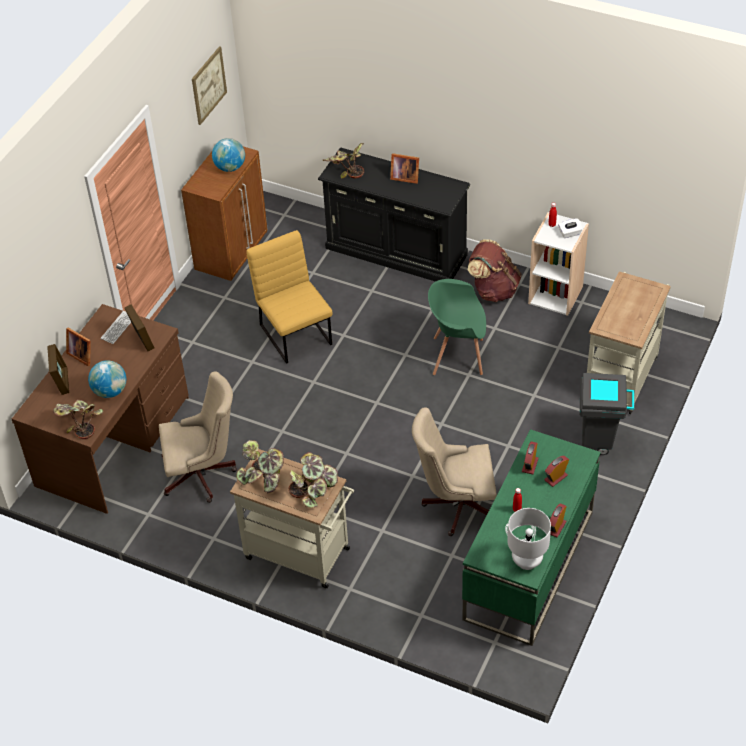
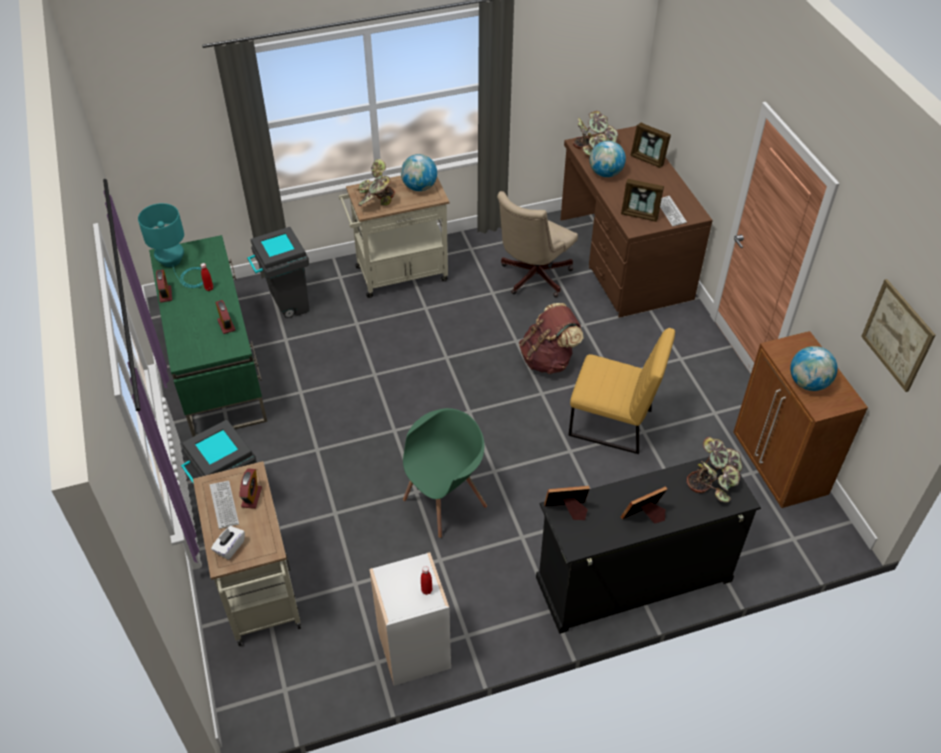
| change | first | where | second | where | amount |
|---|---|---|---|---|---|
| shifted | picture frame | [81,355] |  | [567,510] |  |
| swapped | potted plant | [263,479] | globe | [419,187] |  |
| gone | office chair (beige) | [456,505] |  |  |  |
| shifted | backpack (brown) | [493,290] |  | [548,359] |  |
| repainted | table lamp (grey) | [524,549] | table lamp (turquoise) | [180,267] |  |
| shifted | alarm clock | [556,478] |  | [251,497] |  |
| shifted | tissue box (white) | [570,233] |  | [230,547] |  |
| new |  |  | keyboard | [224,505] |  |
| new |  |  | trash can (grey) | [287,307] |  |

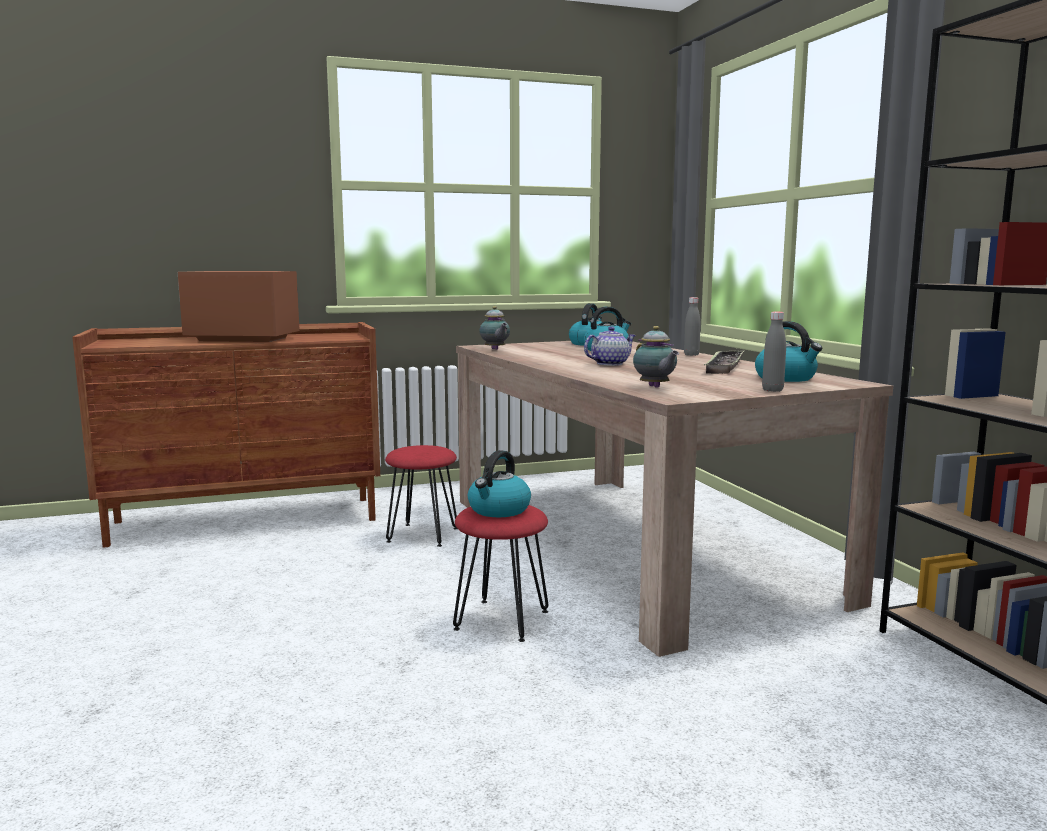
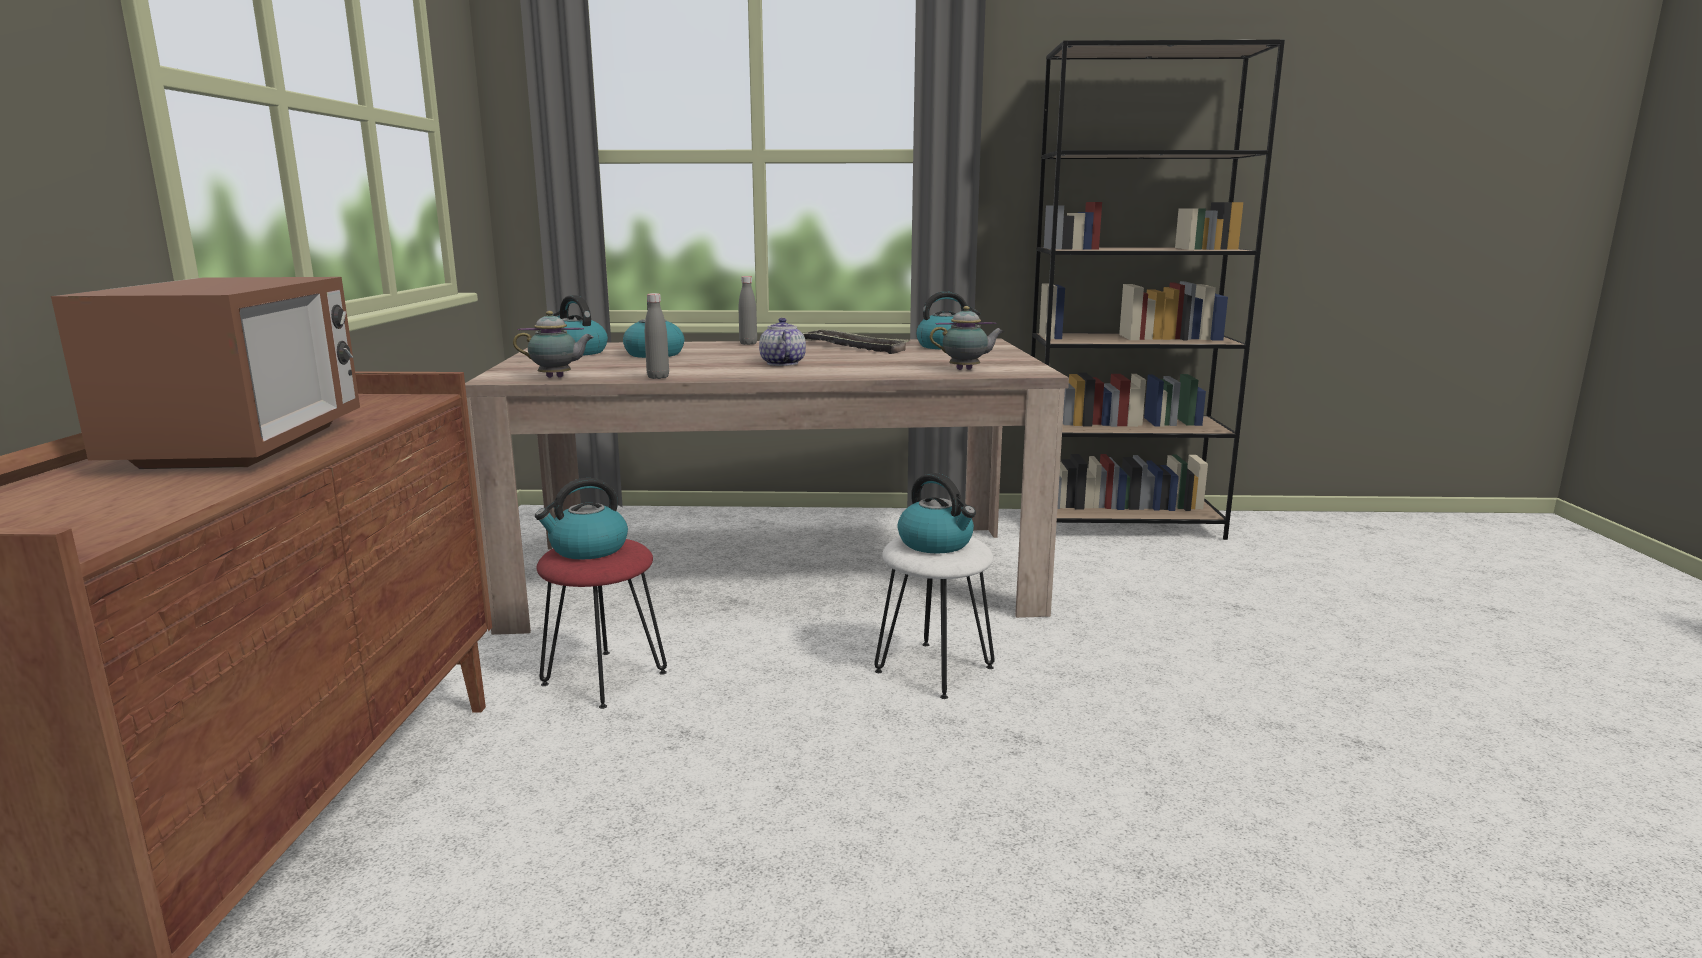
| change | first | where | second | where | amount |
|---|---|---|---|---|---|
| rotated | microwave | [243,339] |  | [244,446] | 150 degrees clockwise |
| repainted | stool (red) | [501,620] | stool (white) | [933,669] |  |
| shifted | bottle (grey) | [772,390] |  | [658,377] |  |
| new |  |  | kettle | [587,549] |  |

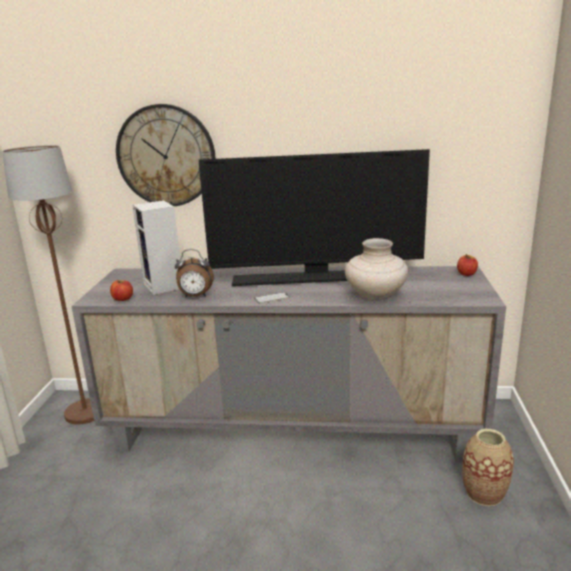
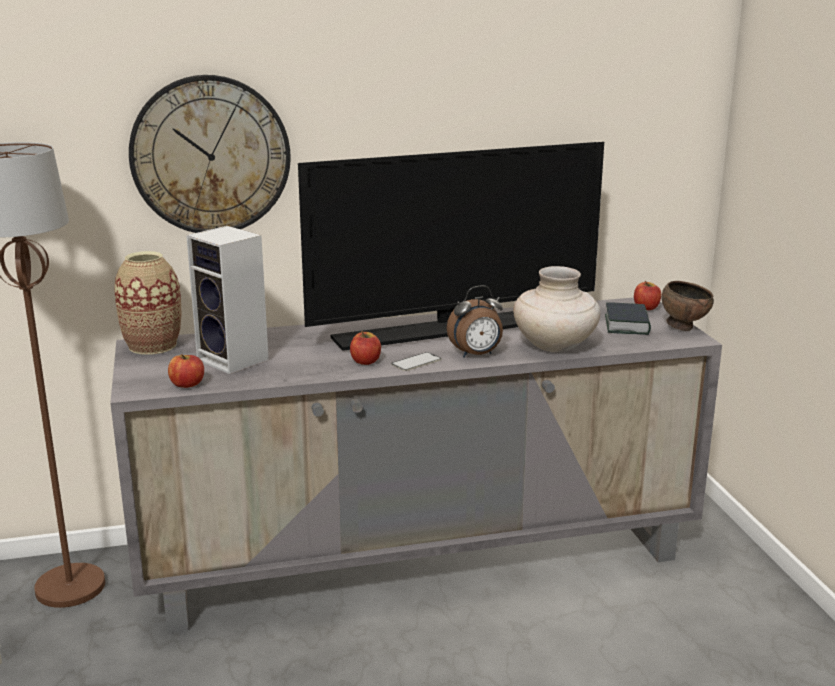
| change | first | where | second | where | amount |
|---|---|---|---|---|---|
| shifted | alarm clock | [195,296] |  | [476,355] |  |
| shifted | vase | [484,493] |  | [152,346] |  |
| new |  |  | apple | [365,361] |  |
| new |  |  | book | [627,325] |  |
| new |  |  | bowl (brown) | [683,327] |  |

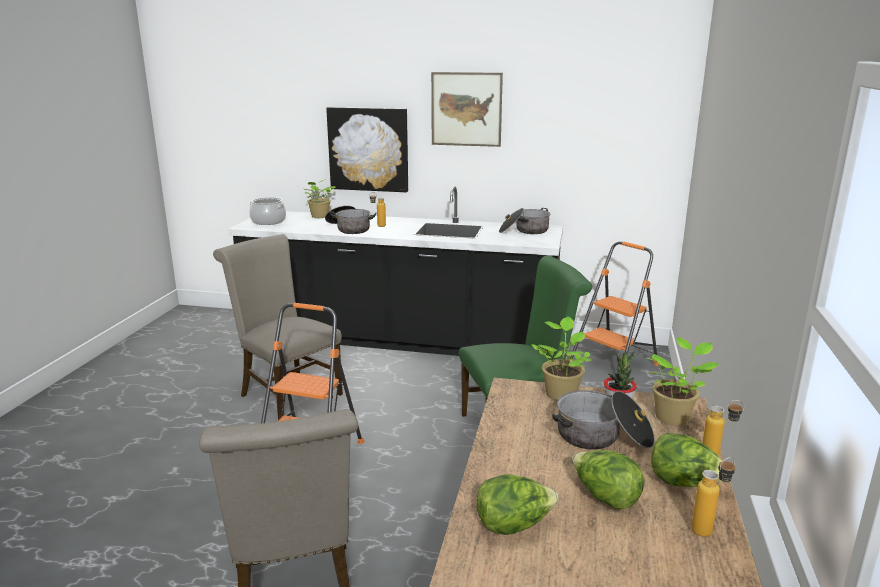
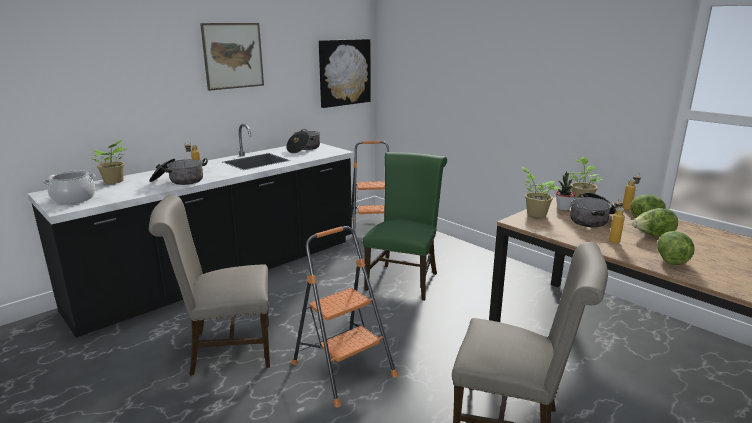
| change | first | where | second | where | amount |
|---|---|---|---|---|---|
| shifted | picture | [368,149] |  | [344,72] |  |
| shifted | bottle | [708,529] |  | [613,240] |  |

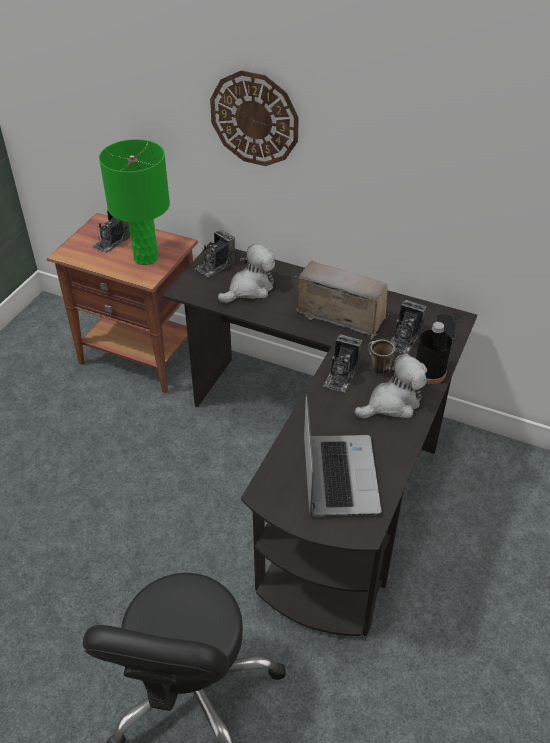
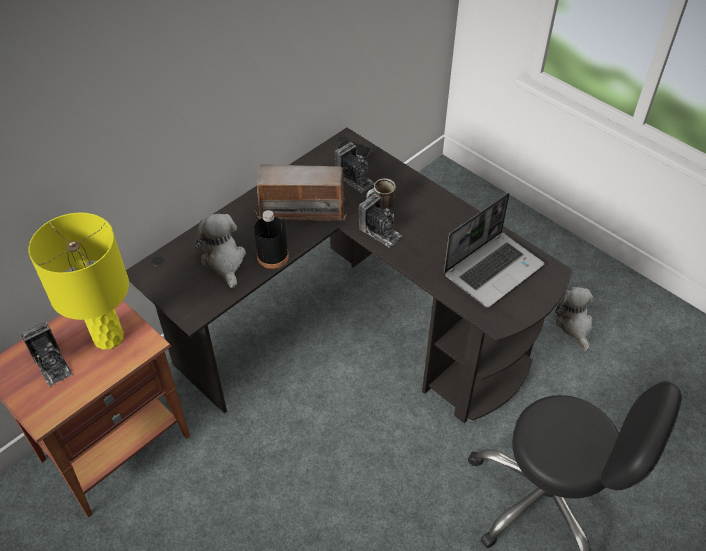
| change | first | where | second | where | amount |
|---|---|---|---|---|---|
| repainted | table lamp (green) | [146,258] | table lamp (yellow) | [109,337] |  |
| gone | photo camera | [215,265] |  |  |  |
| gone | wall clock | [254,119] |  |  |  |
| rotated | radio | [339,316] |  | [303,209] | 135 degrees counterclockwise |
| rotated | laptop | [338,475] |  | [493,269] | 120 degrees clockwise |
| shifted | plush toy | [392,403] |  | [574,325] |  |
| shifted | bottle (black) | [429,372] |  | [272,256] |  |

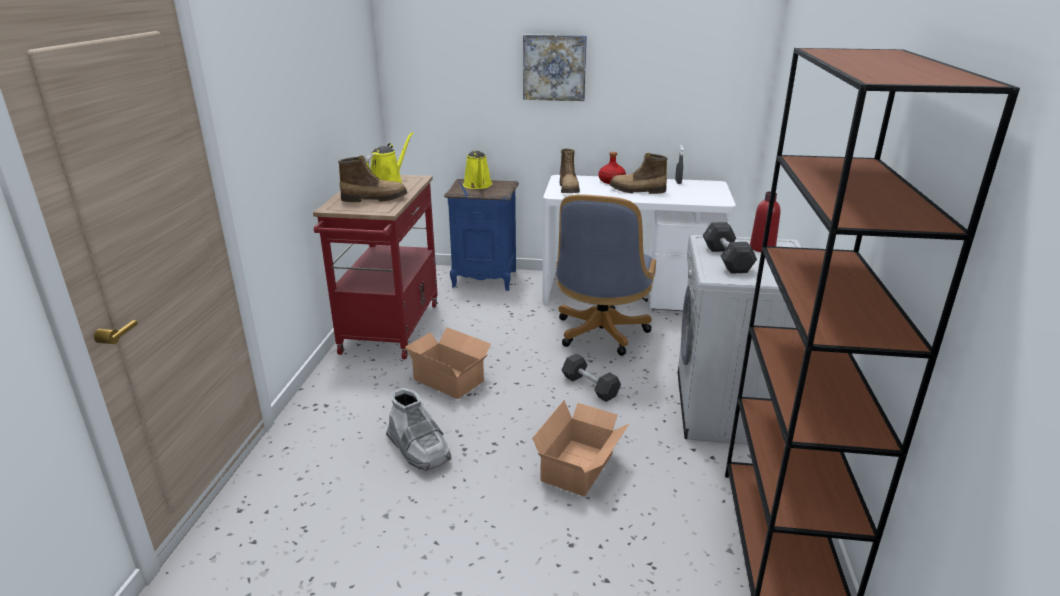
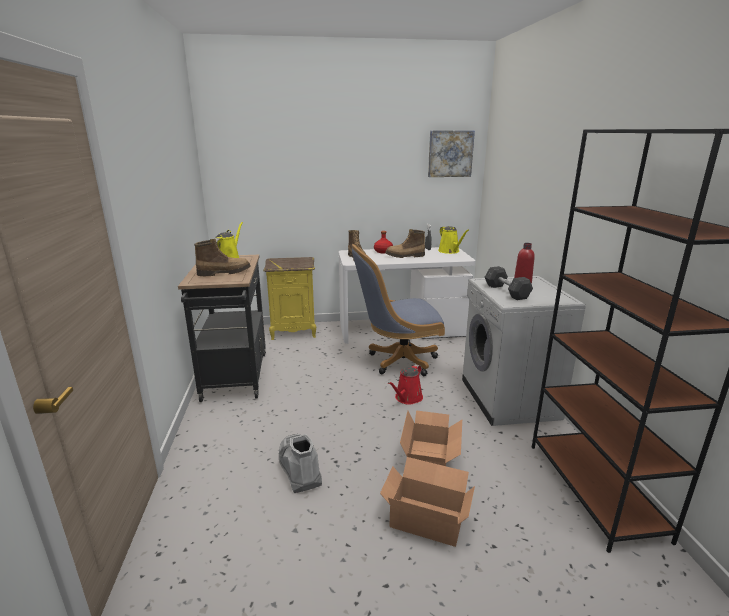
| change | first | where | second | where | amount |
|---|---|---|---|---|---|
| repainted | cart (red) | [389,330] | cart (black) | [235,378] |  |
| rotated | boot (grey) | [419,449] |  | [299,468] | 150 degrees counterclockwise |
| shifted | cardboard box | [449,378] |  | [426,517] |  |
| repainted | nightstand (blue) | [485,279] | nightstand (yellow) | [294,331] |  |
| shifted | watering can (yellow) | [478,185] |  | [450,251] |  |
| shifted | picture | [554,67] |  | [450,154] |  |
| rotated | office chair (blue) | [600,337] |  | [396,362] | 75 degrees clockwise |
| swapped | dumbbell (grey) | [590,386] | watering can (red) | [407,398] |  |

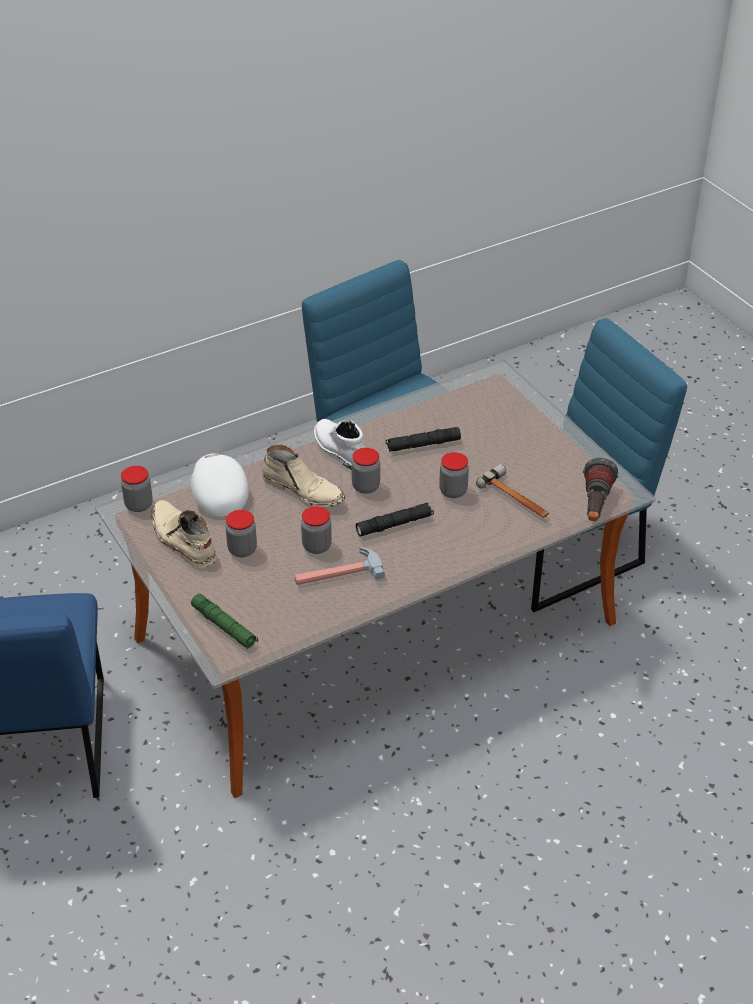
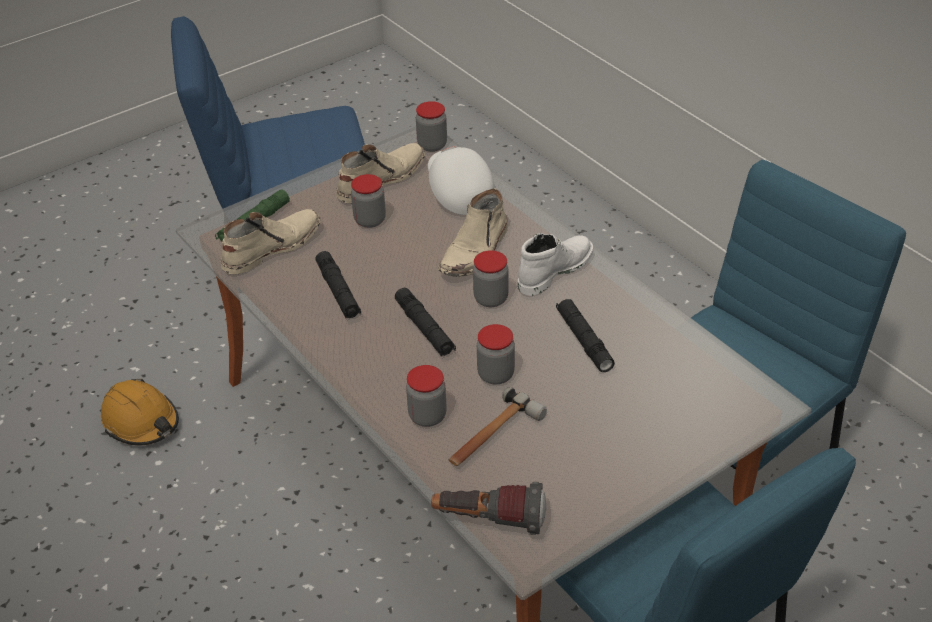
| change | first | where | second | where | amount |
|---|---|---|---|---|---|
| rotated | cap (white) | [218,494] |  | [458,192] | 90 degrees counterclockwise |
| swapped | hammer | [337,572] | flashlight (black) | [338,291] |  |
| shifted | jar | [317,546] |  | [427,416] |  |
| new |  |  | hard hat (orange) | [141,422] |  |
| new |  |  | boot (beige) | [271,248] |  |

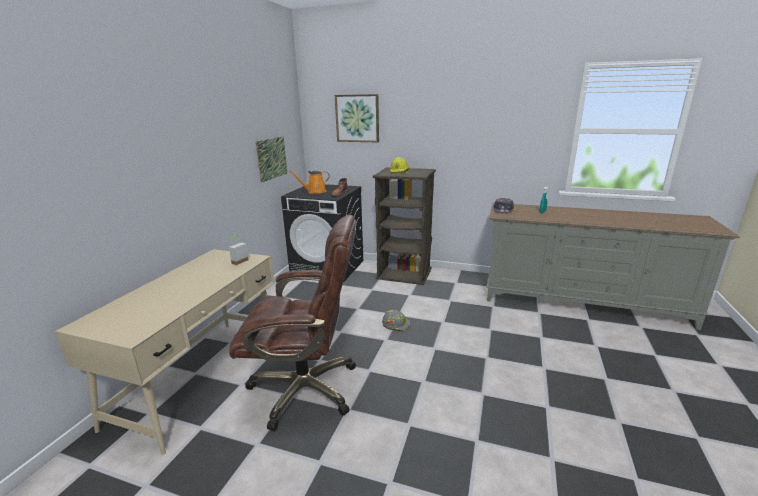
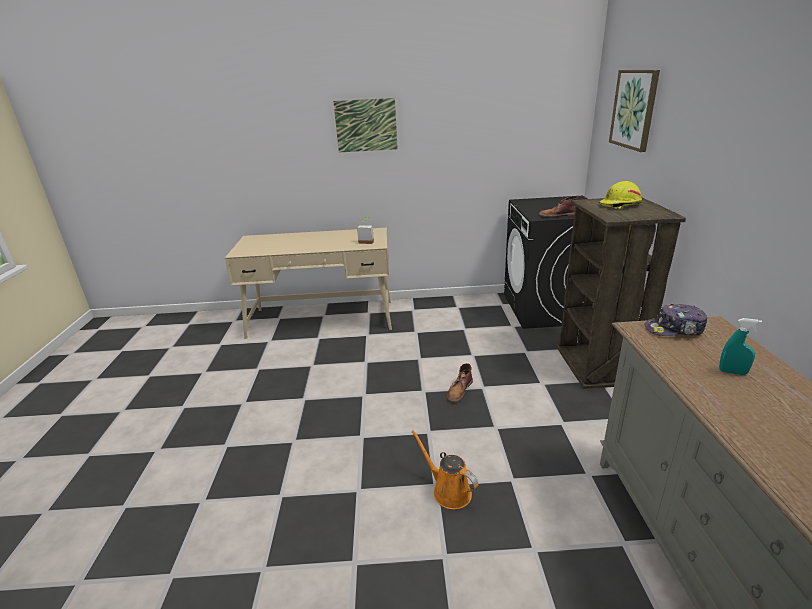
| change | first | where | second | where | amount |
|---|---|---|---|---|---|
| gone | office chair (brown) | [304,388] |  |  |  |
| shifted | picture | [272,158] |  | [366,125] |  |
| shifted | watering can (orange) | [315,192] |  | [448,491] |  |
| swapped | hard hat (grey) | [396,324] | boot (brown) | [459,390] |  |

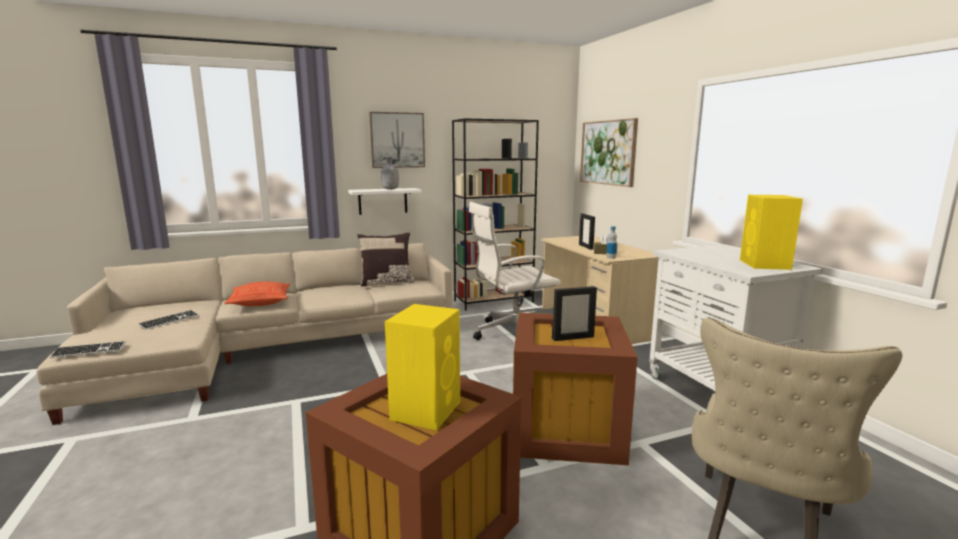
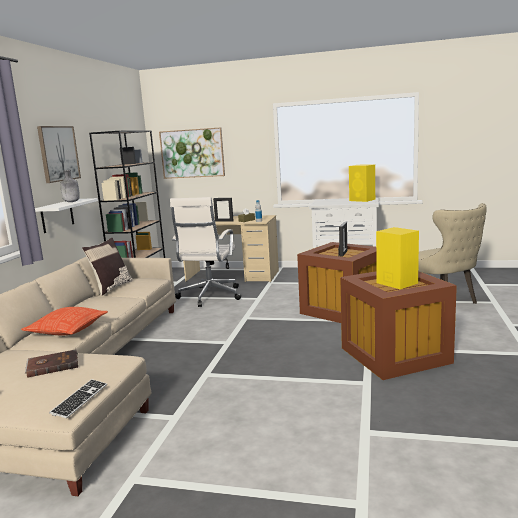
| change | first | where | second | where | amount |
|---|---|---|---|---|---|
| swapped | keyboard | [169,321] | book (brown) | [52,365] |  |

